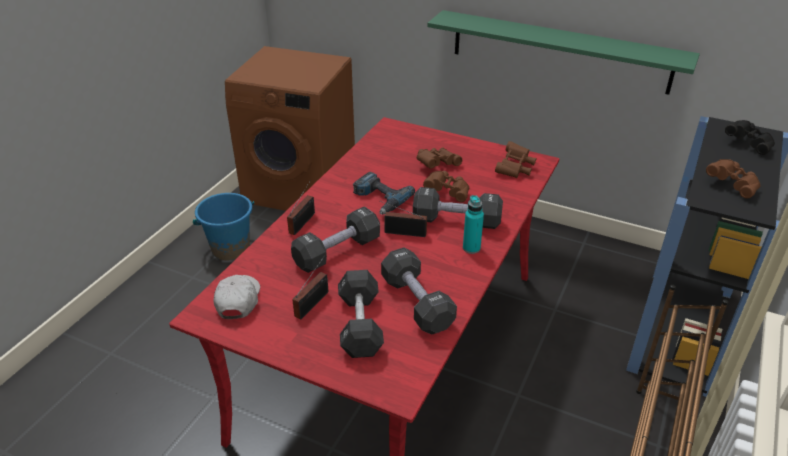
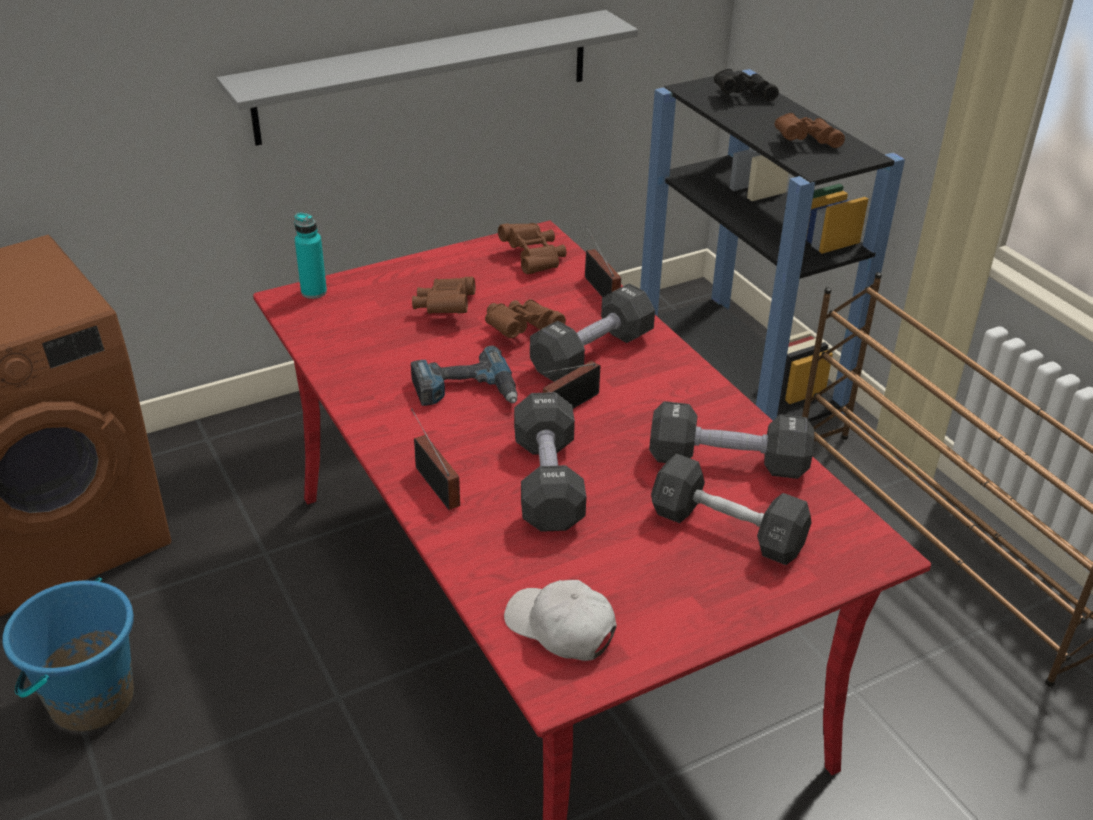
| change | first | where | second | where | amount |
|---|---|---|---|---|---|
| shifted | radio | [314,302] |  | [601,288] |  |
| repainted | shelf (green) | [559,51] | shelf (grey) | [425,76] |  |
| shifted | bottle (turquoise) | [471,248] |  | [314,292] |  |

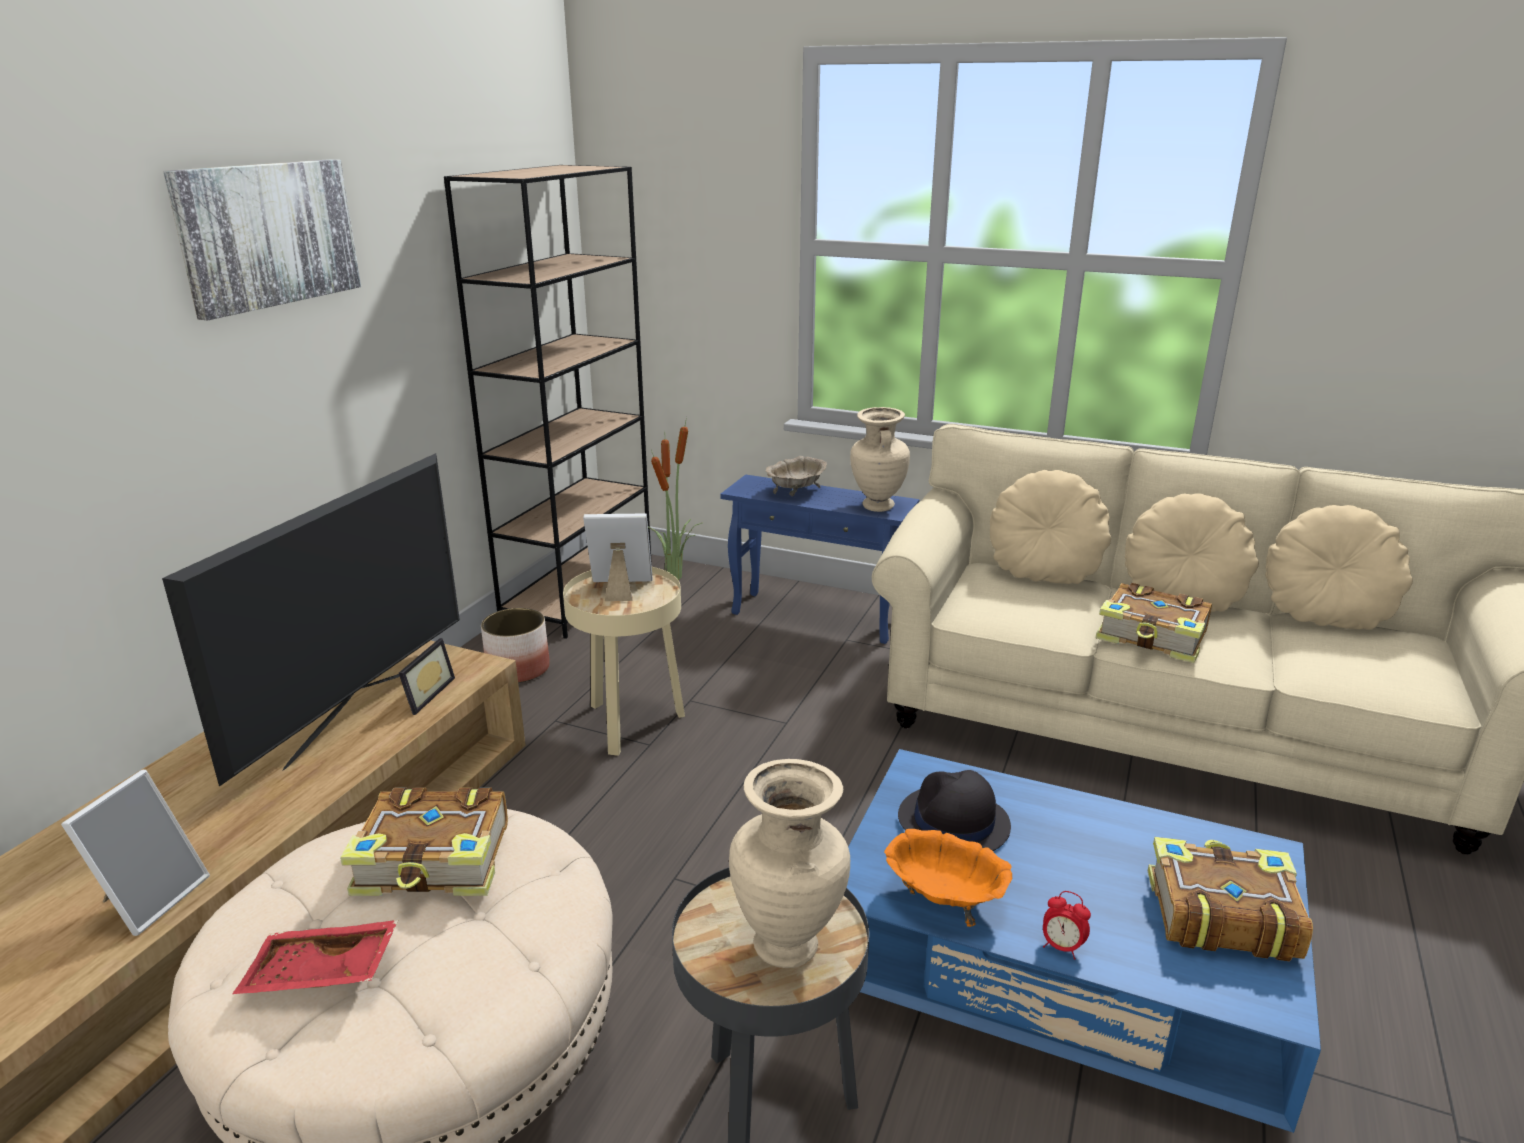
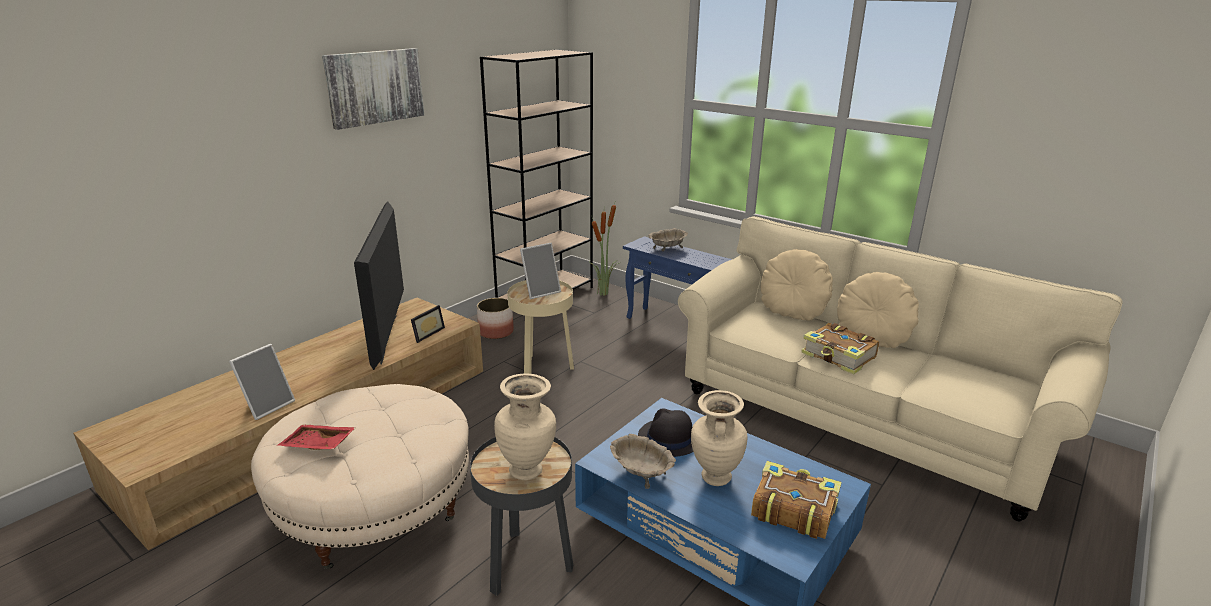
| change | first | where | second | where | amount |
|---|---|---|---|---|---|
| rotated | television | [358,713] |  | [391,338] | 135 degrees clockwise |
| gone | book | [435,861] |  |  |  |
| rotated | picture frame | [620,589] |  | [540,291] | 135 degrees clockwise |
| shifted | vase (beige) | [877,506] |  | [714,477] |  |
| repainted | bowl (orange) | [943,899] | bowl (beige) | [641,473] |  |
| gone | alarm clock | [1061,947] |  |  |  |
| gone | pillow (beige) | [1324,619] |  |  |  |

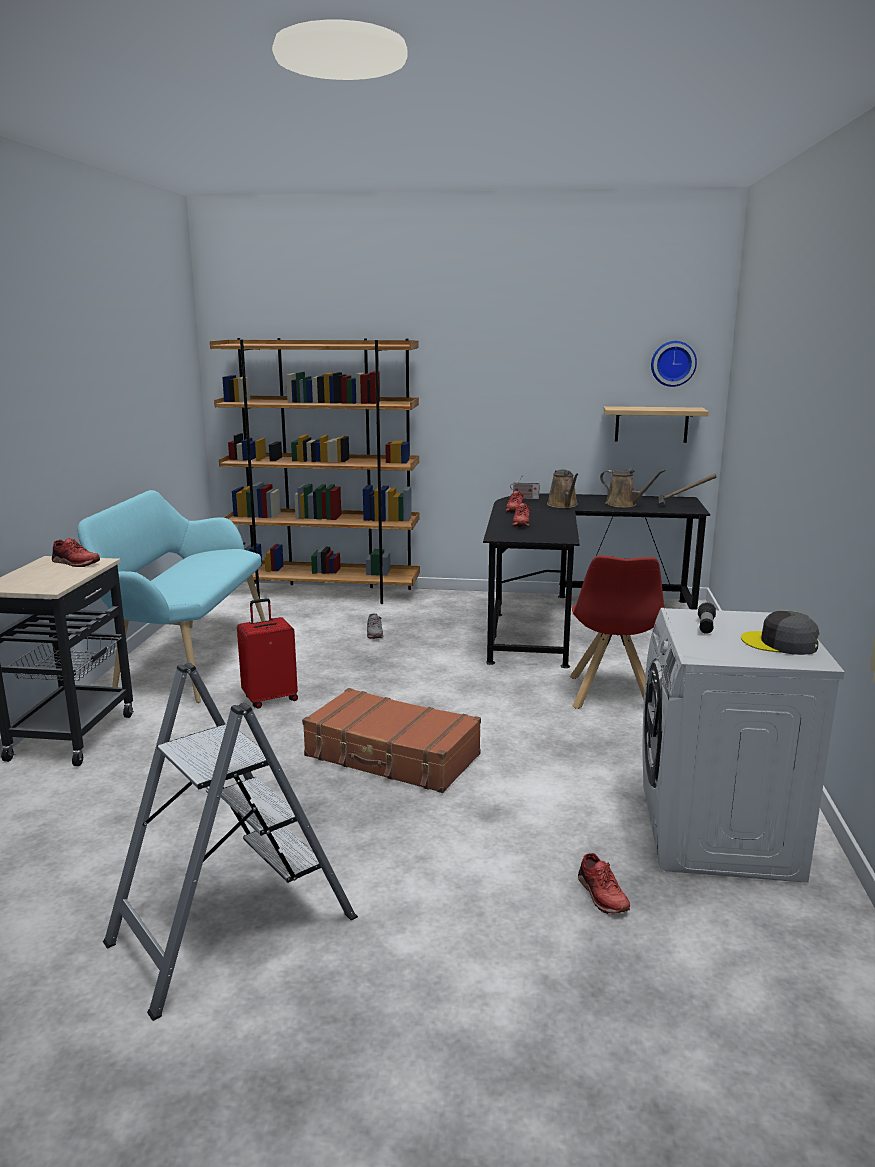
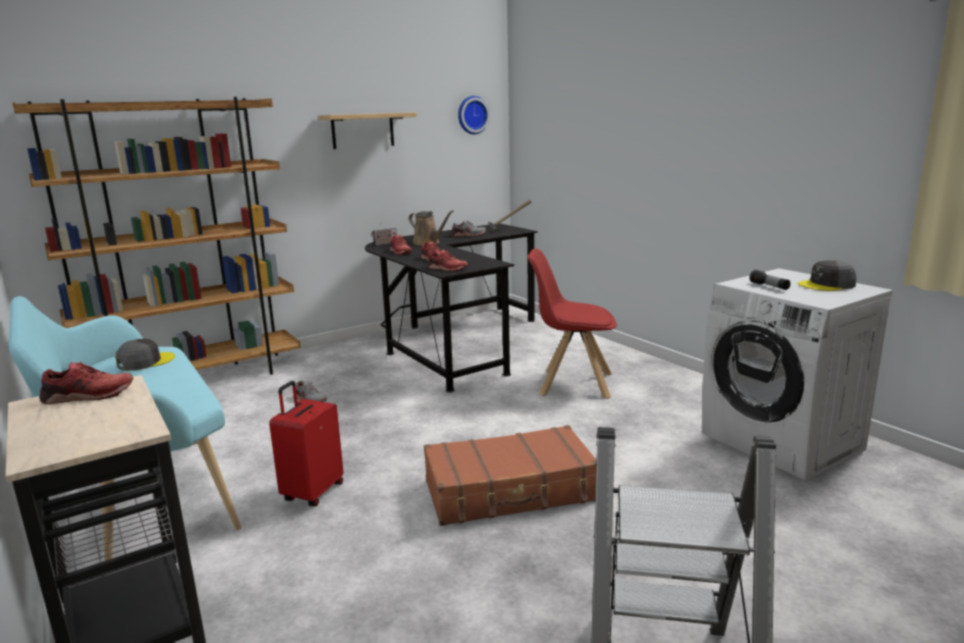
| change | first | where | second | where | amount |
|---|---|---|---|---|---|
| rotated | chair (red) | [611,696] |  | [571,384] | 135 degrees clockwise |
| shifted | shoe (red) | [601,894] |  | [447,268] |  |
| swapped | watering can (brown) | [624,504] | shoe (grey) | [468,235] |  |
| shifted | shelf | [651,424] |  | [363,130] |  |
| new |  |  | cap (grey) | [145,362] |  |

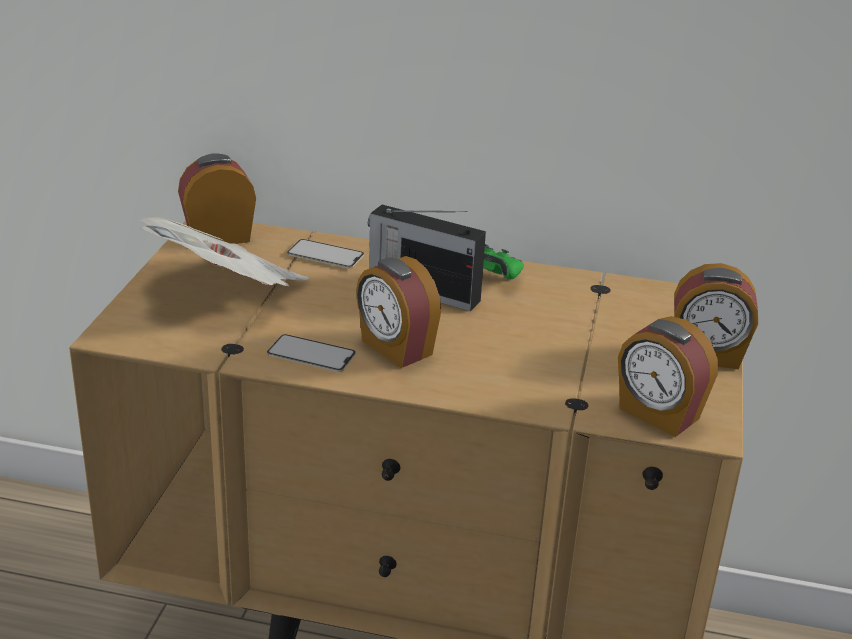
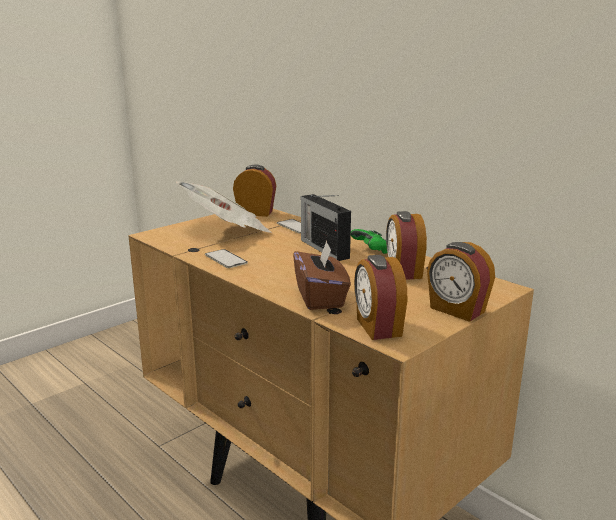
| change | first | where | second | where | amount |
|---|---|---|---|---|---|
| shifted | alarm clock | [395,348] |  | [403,272] |  |
| new |  |  | tissue box (brown) | [321,297] |  |

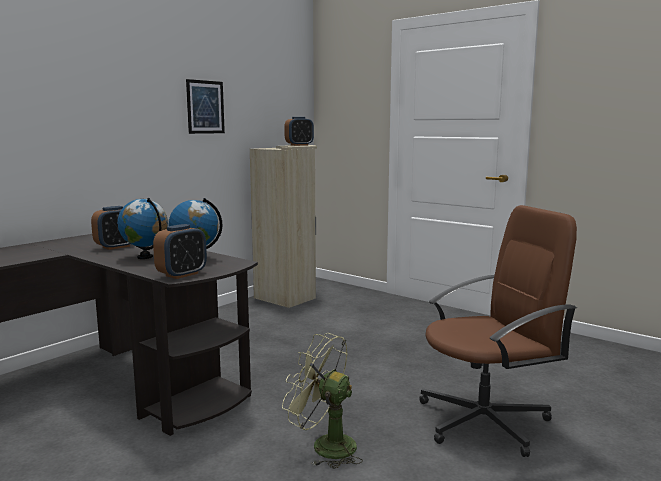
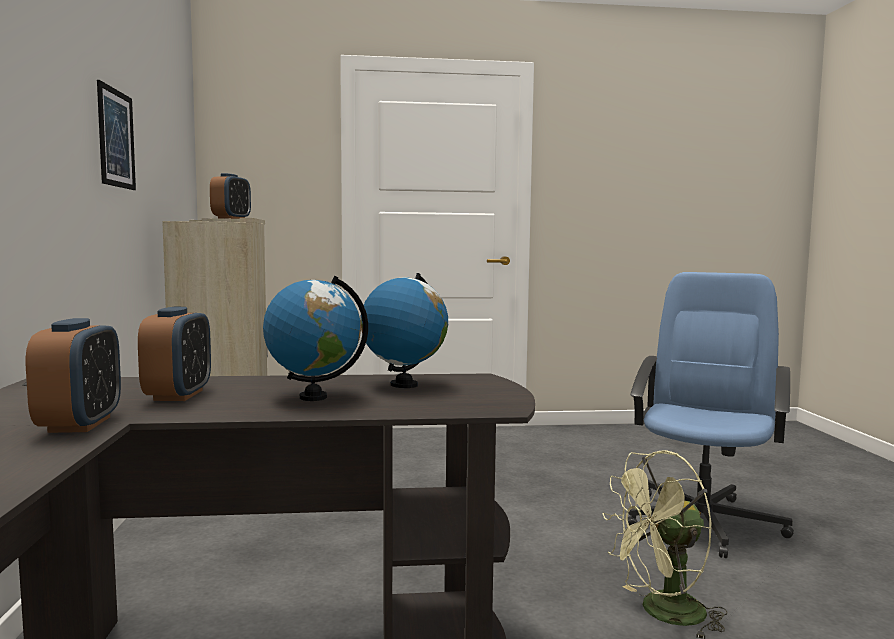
| change | first | where | second | where | amount |
|---|---|---|---|---|---|
| shifted | alarm clock | [182,274] |  | [80,424] |  |
| repainted | office chair (brown) | [485,421] | office chair (blue) | [704,521] |  |

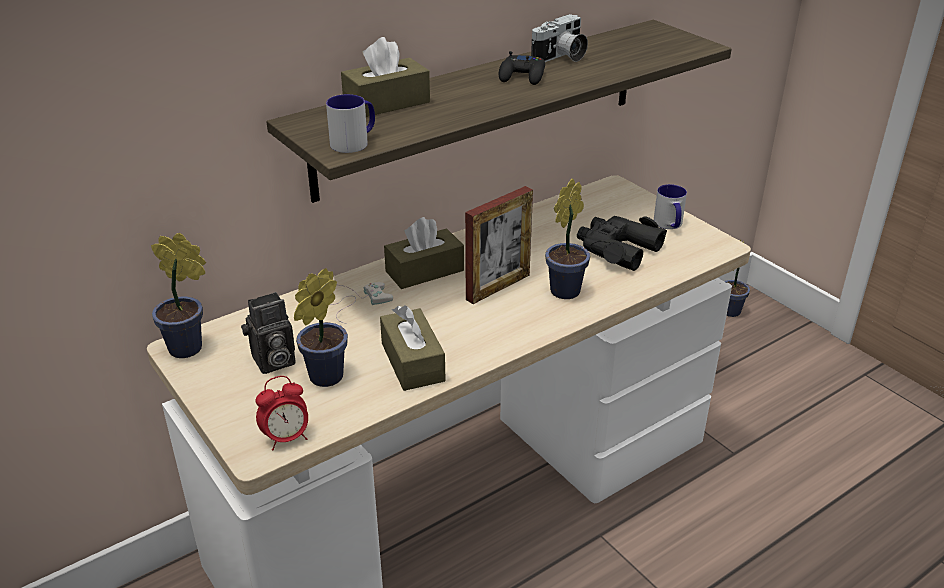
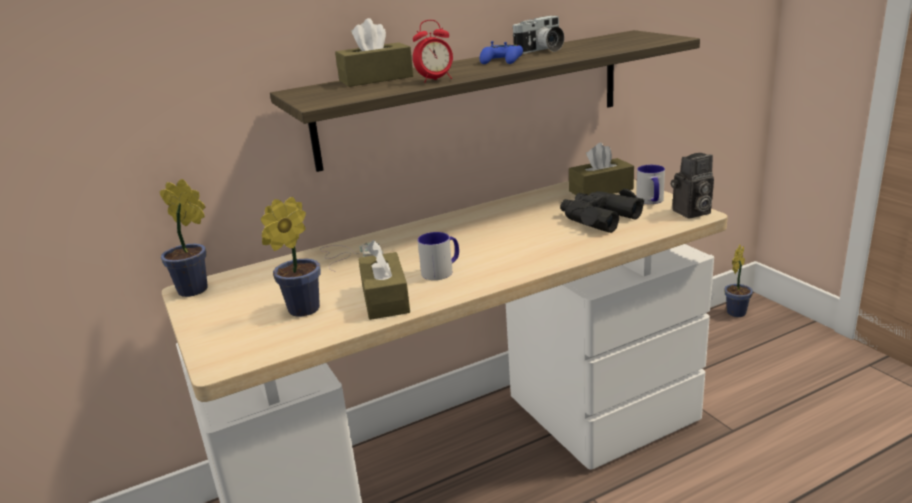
| change | first | where | second | where | amount |
|---|---|---|---|---|---|
| shifted | photo camera | [272,362] |  | [691,213] |  |
| shifted | alarm clock | [286,438] |  | [435,80] |  |
| shifted | mug | [354,142] |  | [442,271] |  |
| shifted | tissue box (brown) | [424,271] |  | [601,190] |  |
| gone | picture frame | [498,287] |  |  |  |
| repainted | game controller (black) | [522,76] | game controller (blue) | [502,60] |  |
| gone | potted plant | [567,289] |  |  |  |

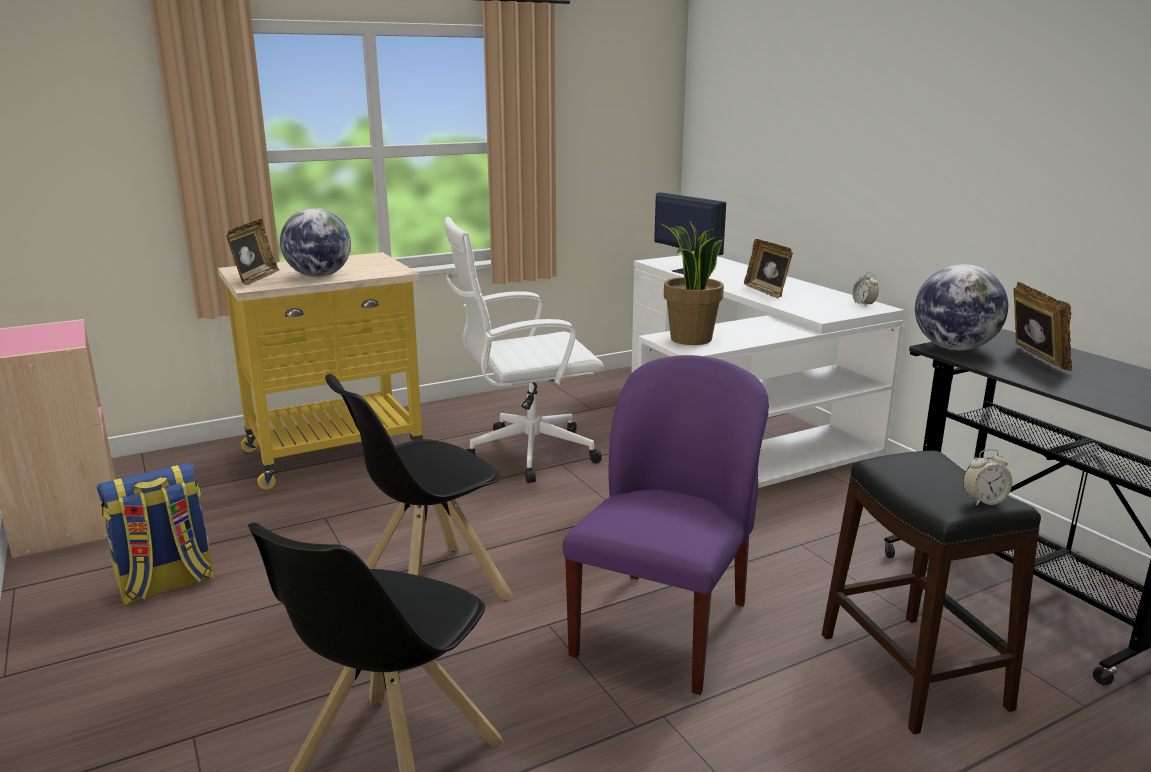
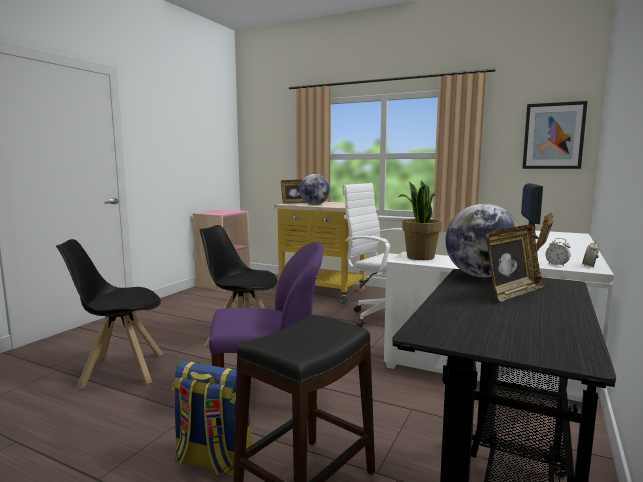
| change | first | where | second | where | amount |
|---|---|---|---|---|---|
| shifted | backpack | [166,585] |  | [212,461] |  |
| shifted | alarm clock | [983,501] |  | [557,265] |  |
| new |  |  | picture | [553,136] |  |

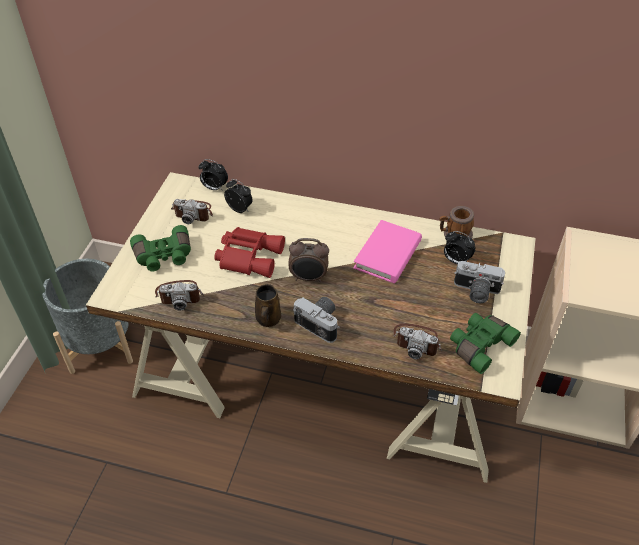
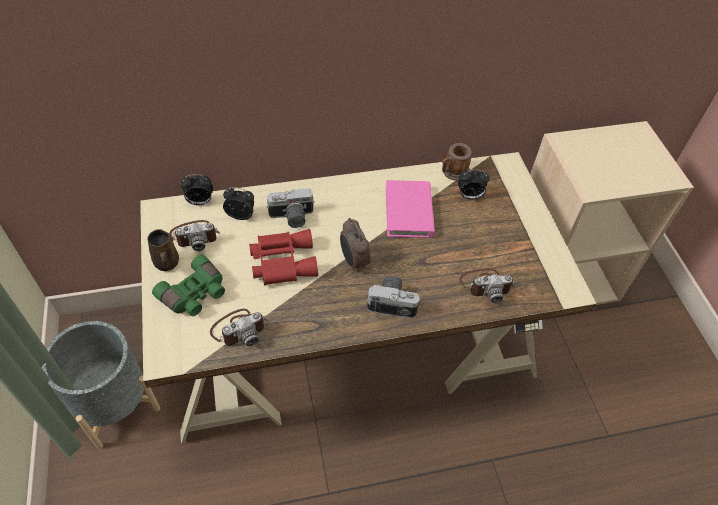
| change | first | where | second | where | amount |
|---|---|---|---|---|---|
| shifted | mug (brown) | [268,320] |  | [166,264] |  |
| rotated | alarm clock | [308,278] |  | [353,262] | 90 degrees clockwise |
| gone | binoculars (green) | [479,345] |  |  |  |
| shifted | photo camera | [475,292] |  | [291,218] |  |

